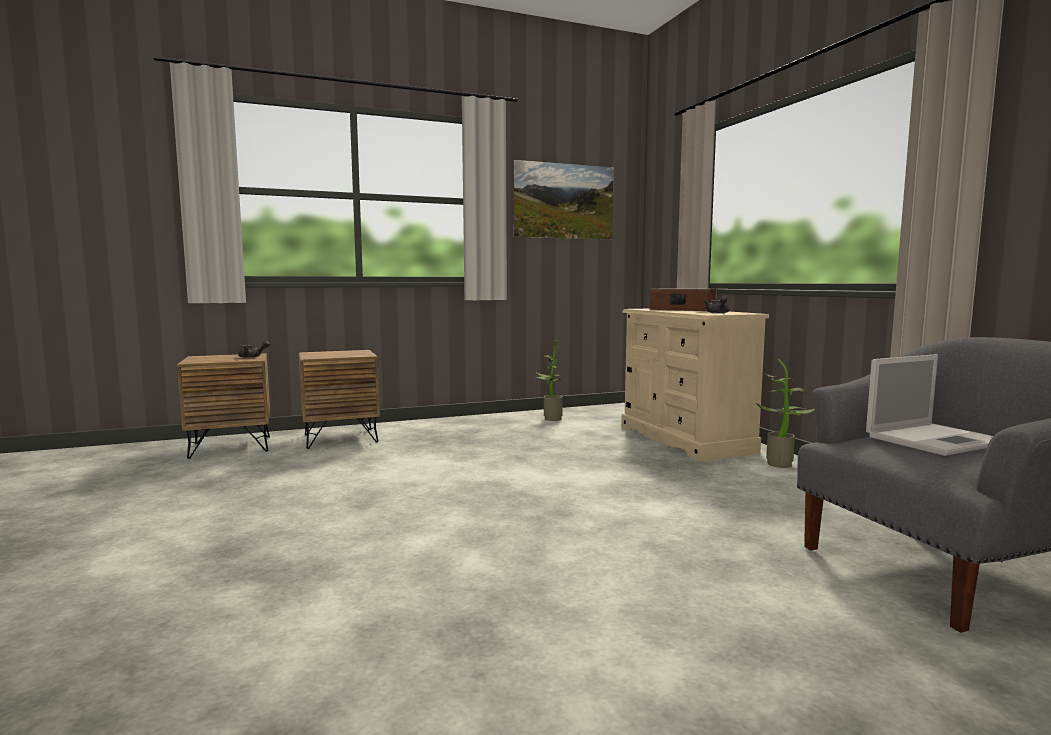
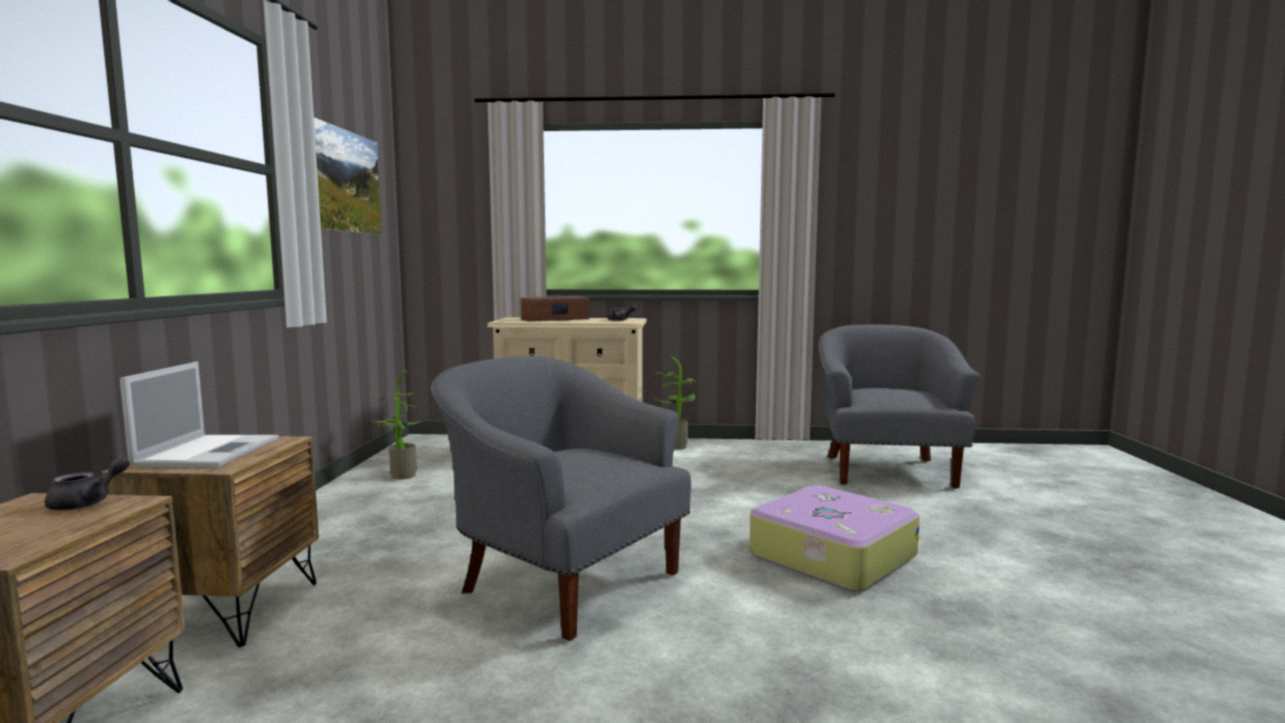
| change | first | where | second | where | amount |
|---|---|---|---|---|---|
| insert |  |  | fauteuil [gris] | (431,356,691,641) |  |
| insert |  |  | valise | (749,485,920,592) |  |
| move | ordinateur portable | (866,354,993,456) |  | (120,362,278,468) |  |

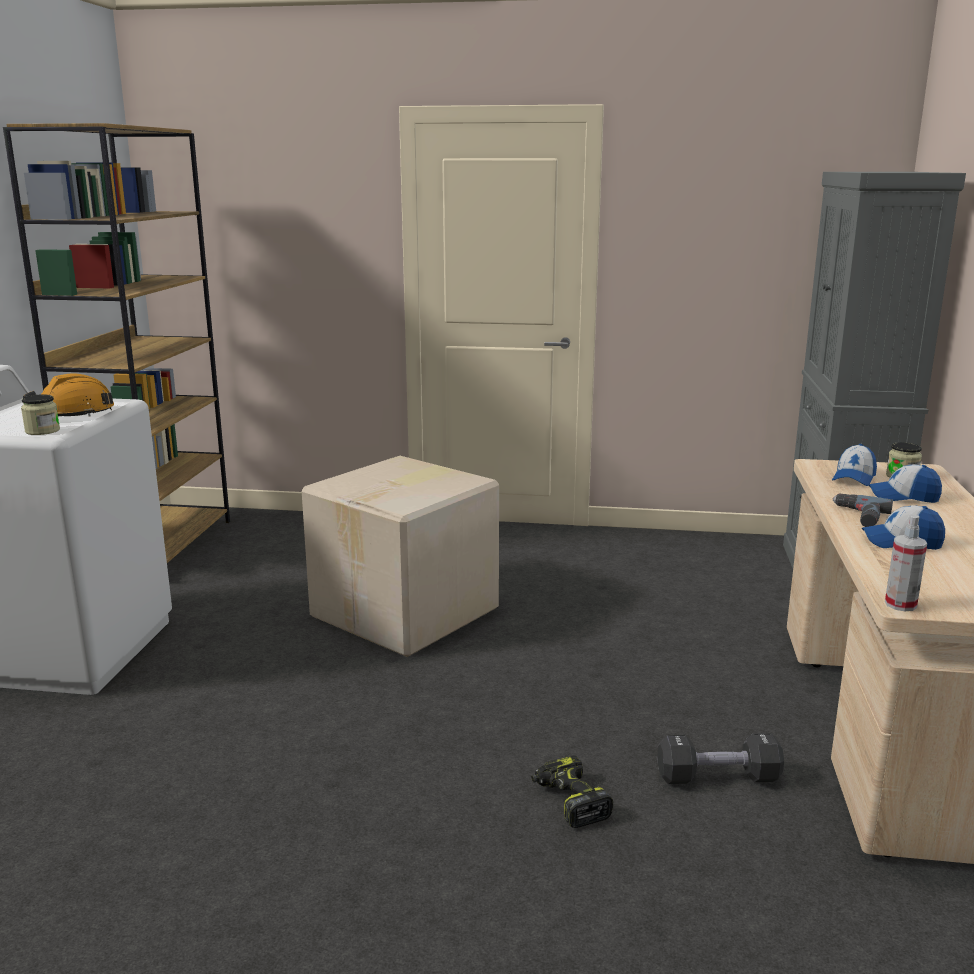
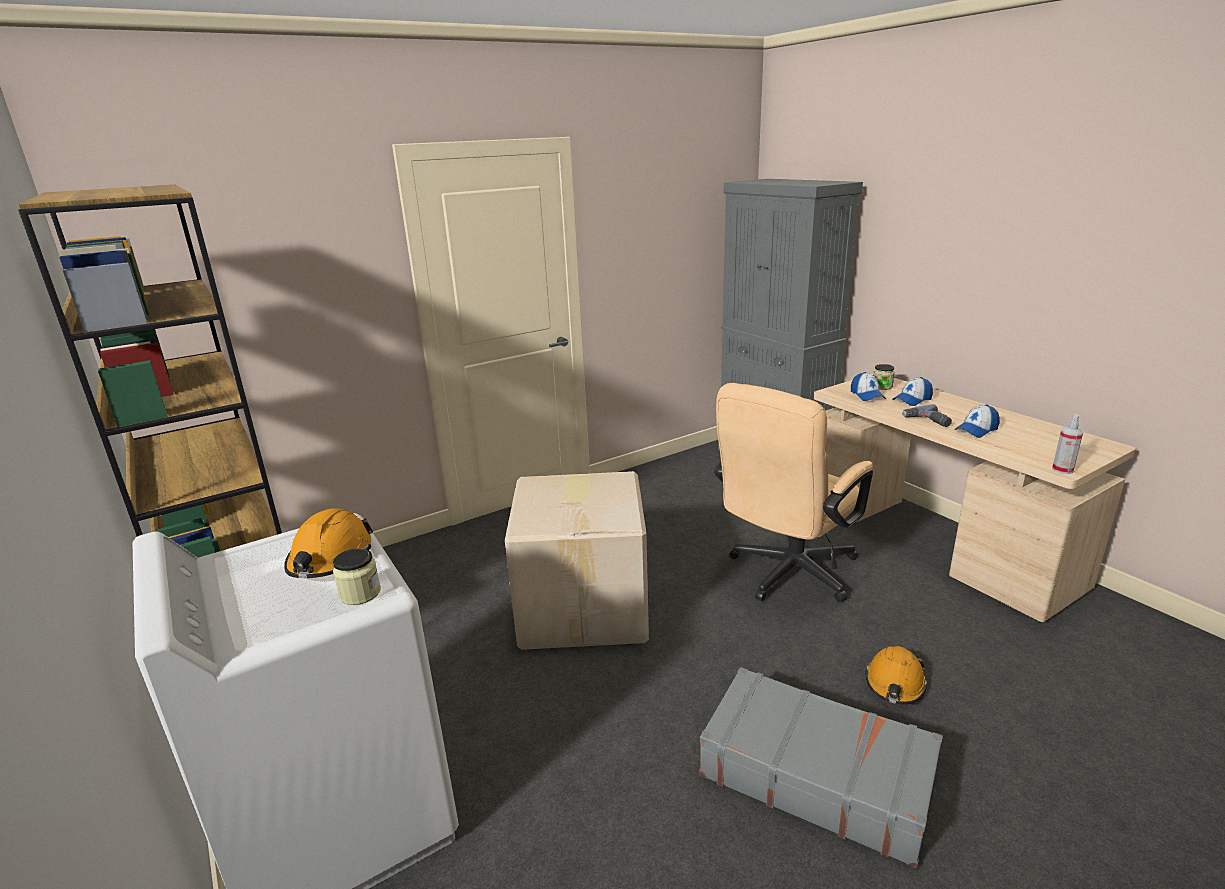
| change | first | where | second | where | amount |
|---|---|---|---|---|---|
| delete | haltère [noir] | (657,733,784,784) |  |  |  |
| insert |  |  | valise [gris] | (699,667,943,868) |  |
| insert |  |  | chaise de bureau [beige] | (714,383,873,602) |  |
| replace | perceuse | (531,756,613,828) | casque de chantier [orange] | (865,646,927,705) |  |

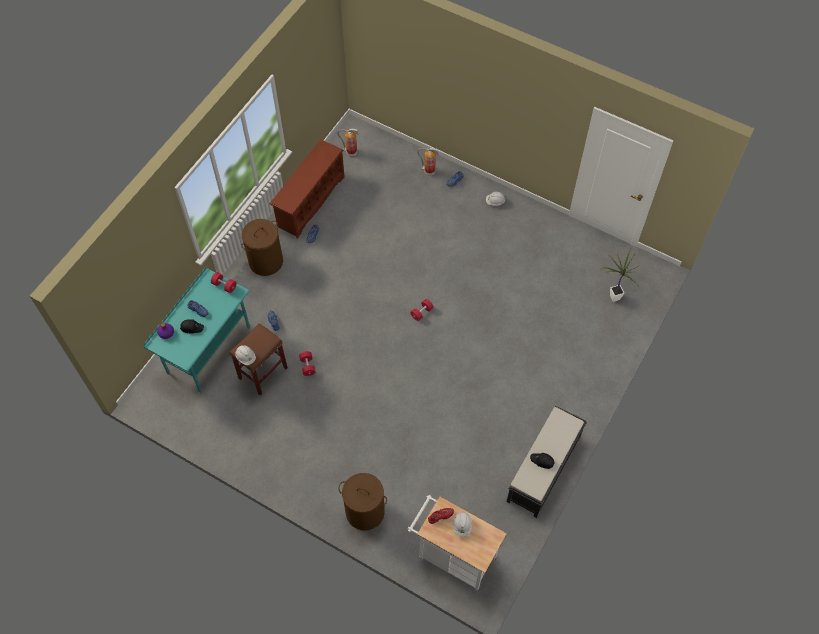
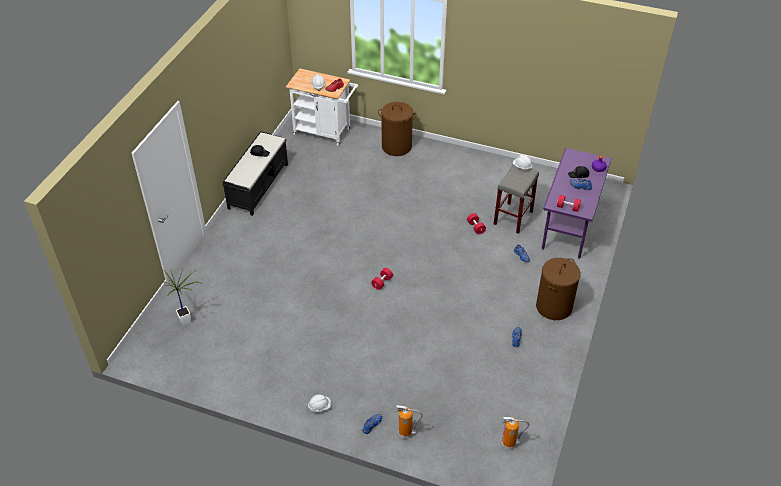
| change | first | where | second | where | amount |
|---|---|---|---|---|---|
| delete | étagère à chaussures [marron] | (270,140,345,239) |  |  |  |
| recolor | bureau [turquoise] | (143,266,250,392) | bureau [violet] | (542,148,612,259) |  |
| recolor | tabouret [marron] | (229,323,288,396) | tabouret [gris] | (494,164,539,234) |  |

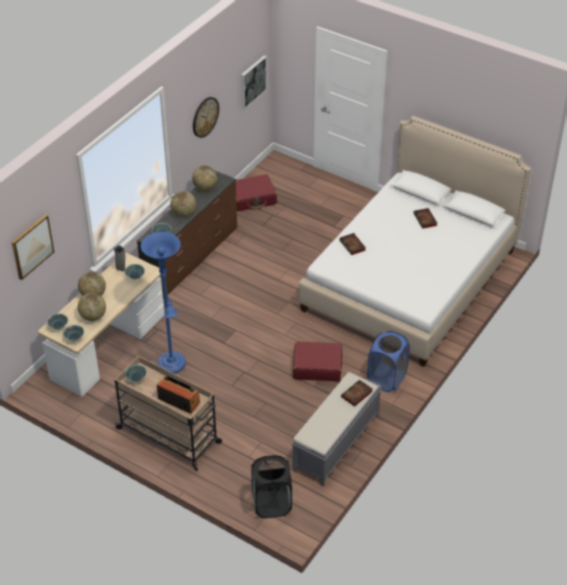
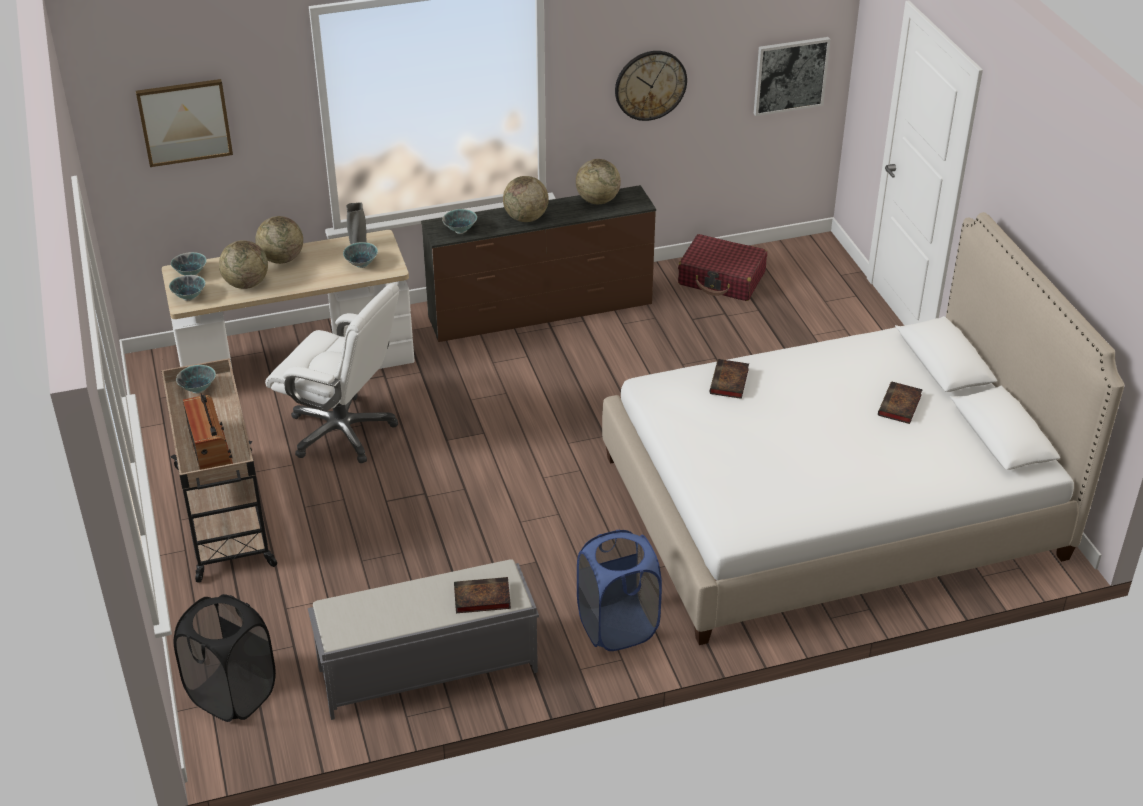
| change | first | where | second | where | amount |
|---|---|---|---|---|---|
| delete | valise [rouge] | (293,342,343,381) |  |  |  |
| replace | lampadaire [bleu] | (141,232,186,374) | chaise de bureau [blanc] | (265,283,399,463) |  |

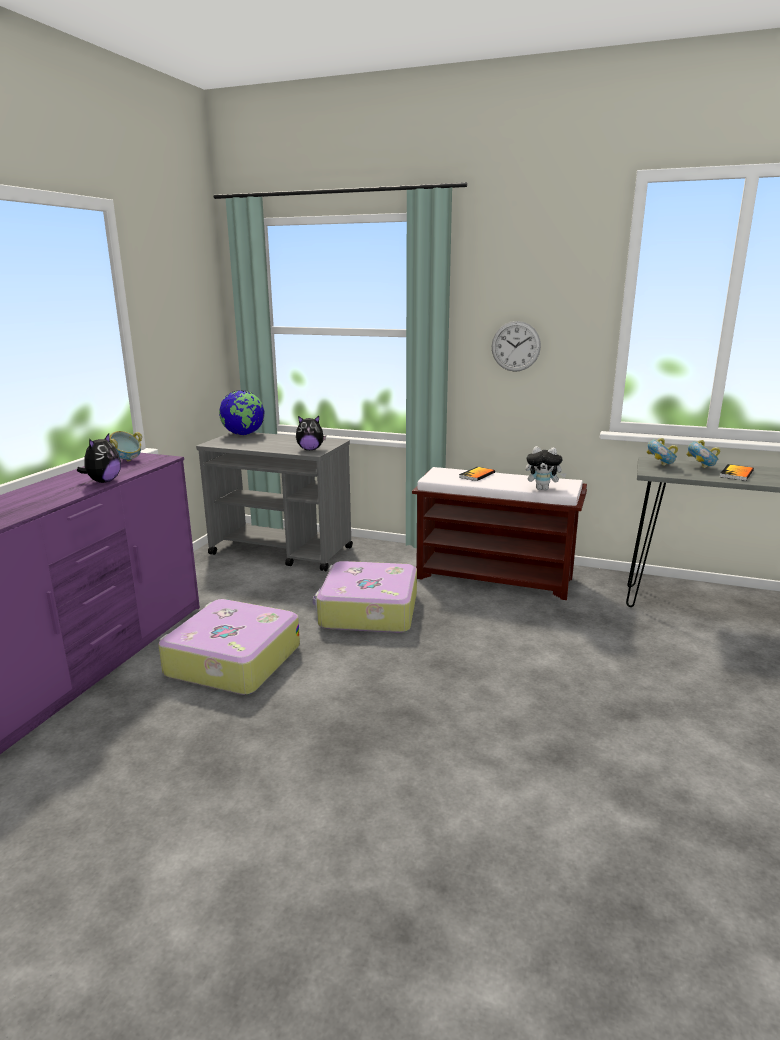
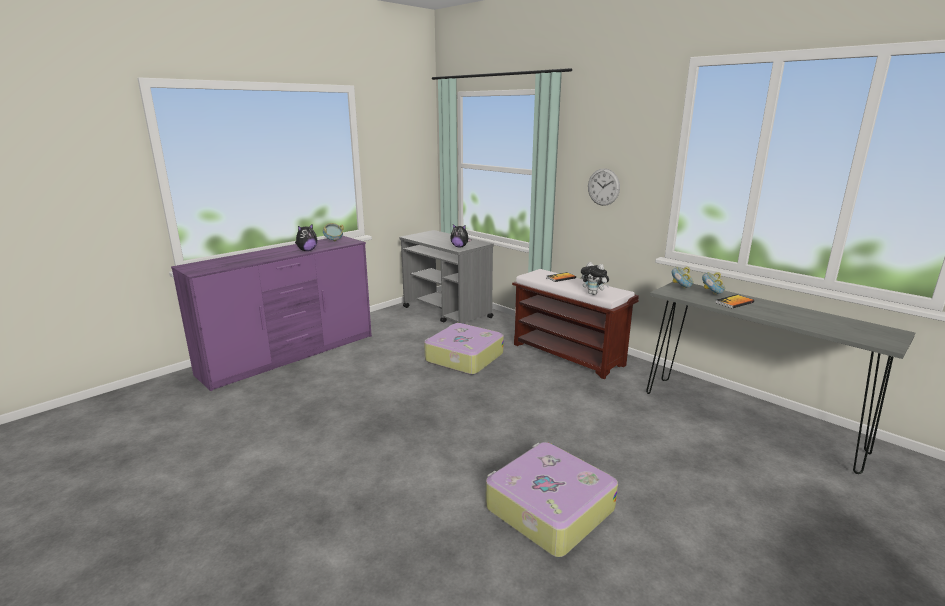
| change | first | where | second | where | amount |
|---|---|---|---|---|---|
| delete | globe | (219,390,264,435) |  |  |  |
| move | valise | (159,599,300,695) |  | (486,442,618,557) |  |

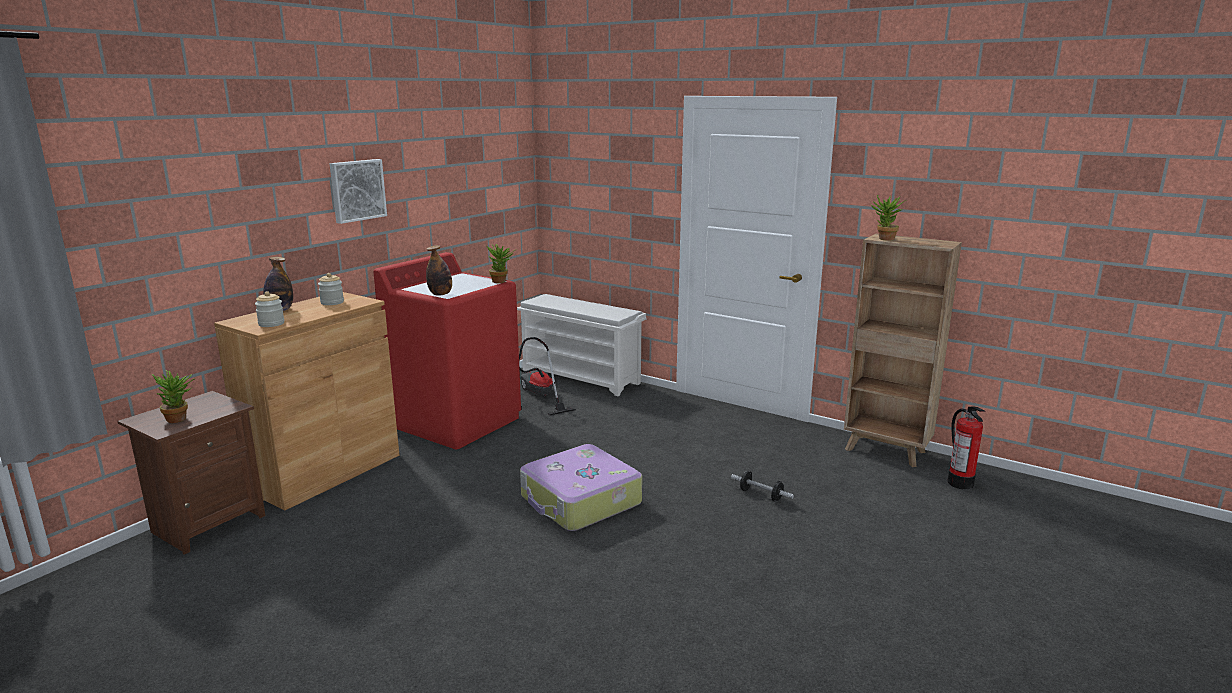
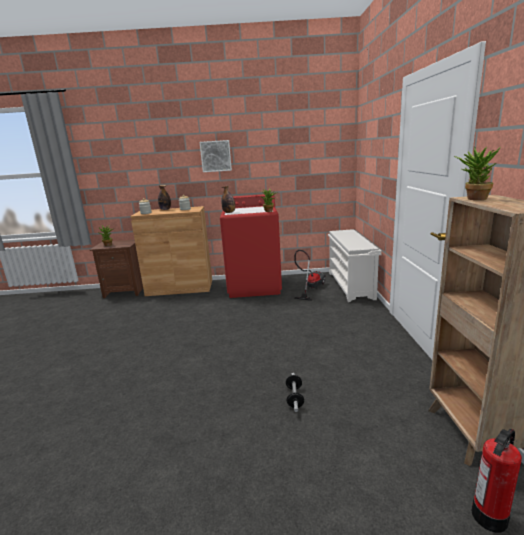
| change | first | where | second | where | amount |
|---|---|---|---|---|---|
| delete | valise | (520,444,642,531) |  |  |  |

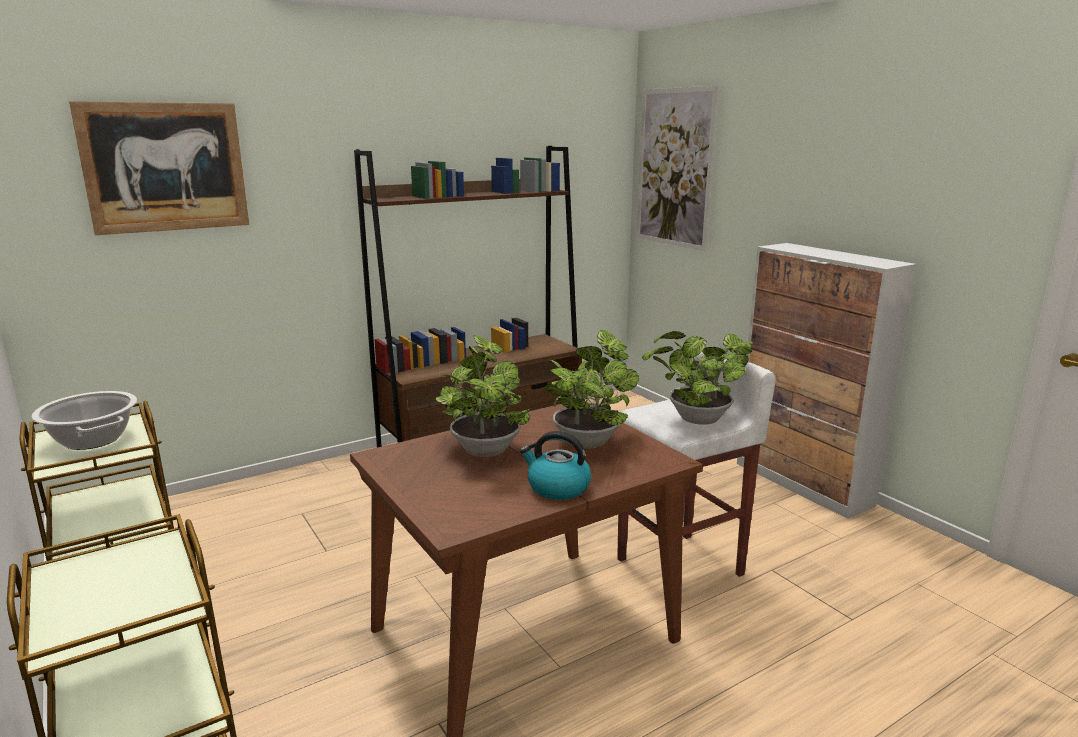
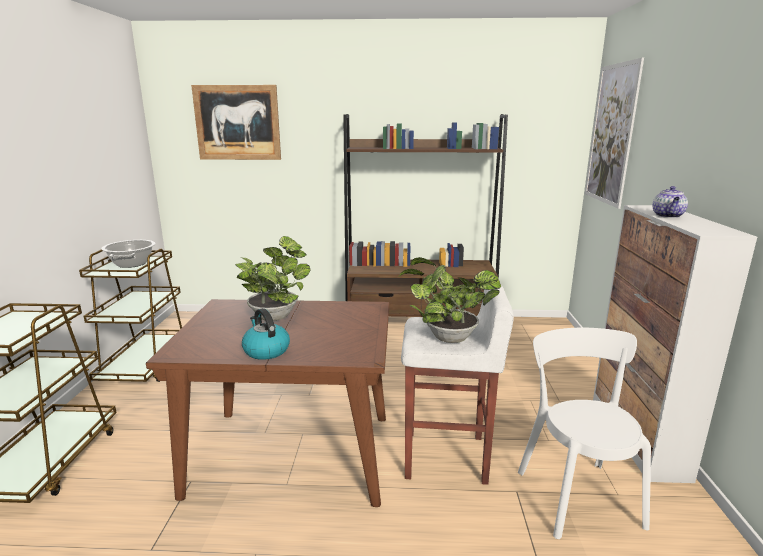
| change | first | where | second | where | amount |
|---|---|---|---|---|---|
| delete | plante en pot | (544,330,639,449) |  |  |  |
| insert |  |  | chaise [blanc] | (518,328,651,539) |  |
| insert |  |  | théière | (653,186,688,218) |  |

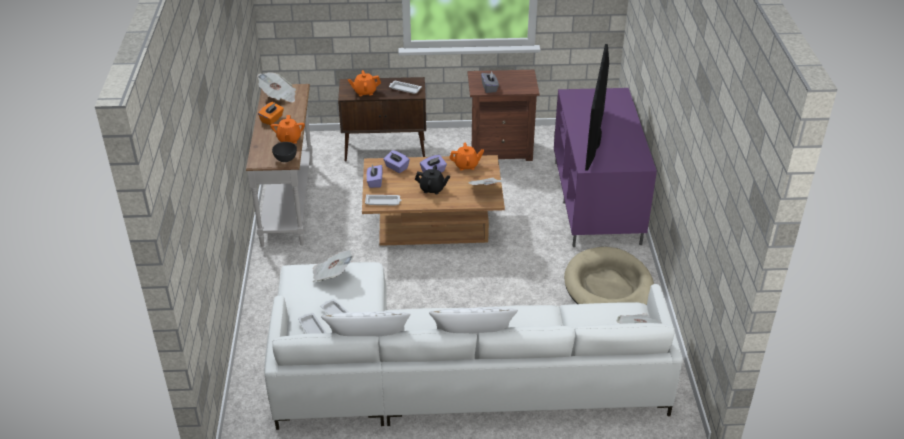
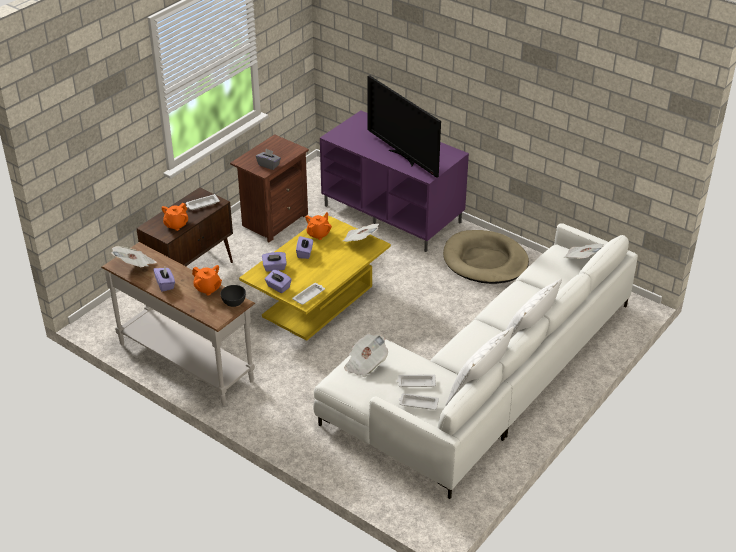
| change | first | where | second | where | amount |
|---|---|---|---|---|---|
| delete | théière [noir] | (415,165,450,194) |  |  |  |
| recolor | boîte à mouchoirs [orange] | (258,102,284,125) | boîte à mouchoirs [violet] | (153,267,175,292) |  |
| recolor | table basse [marron] | (362,155,505,246) | table basse [jaune] | (239,215,391,341) |  |

